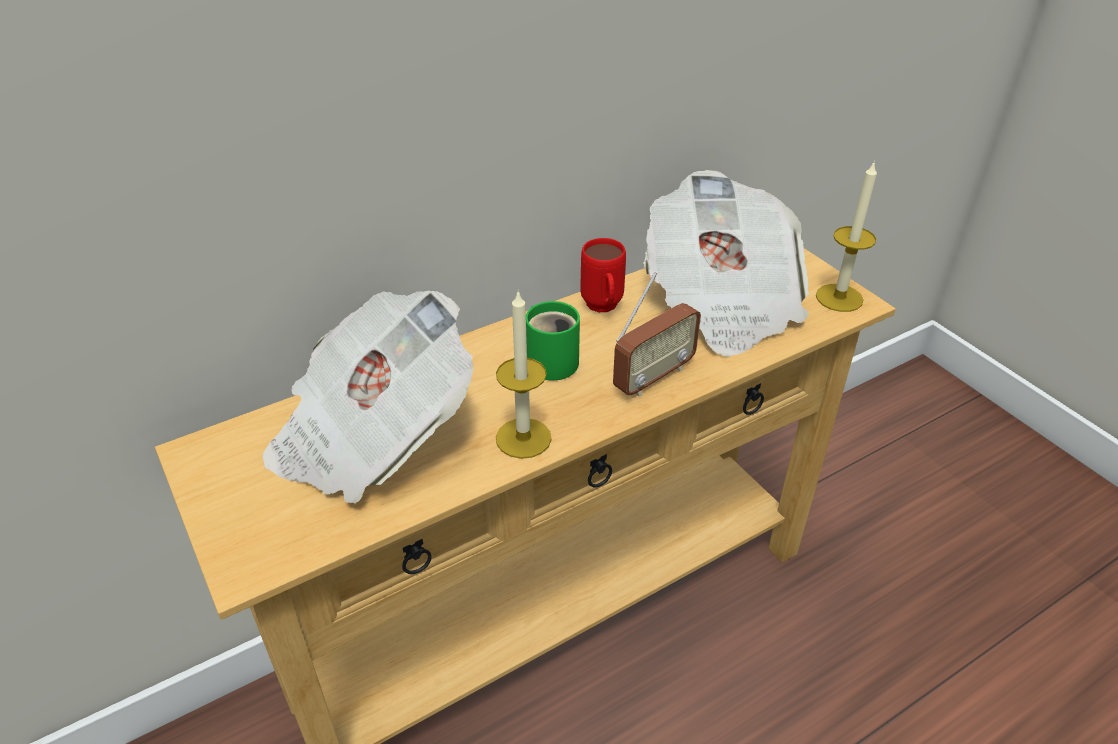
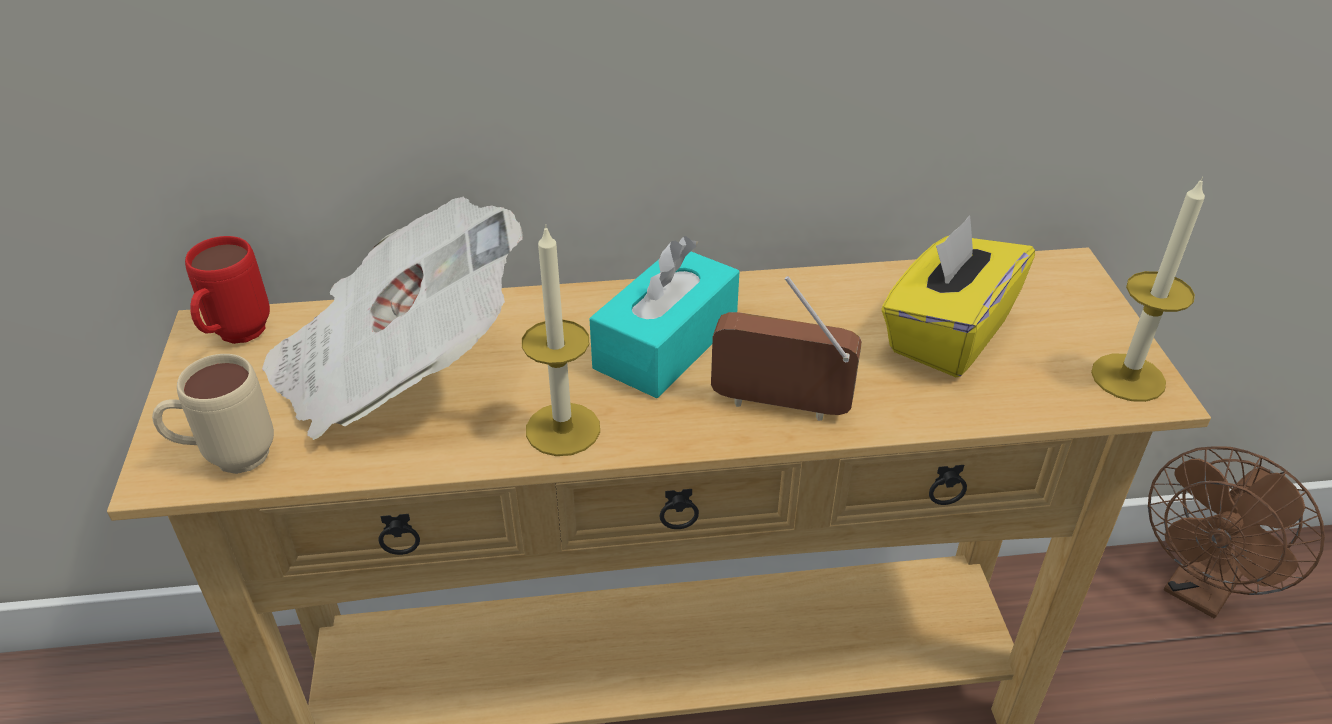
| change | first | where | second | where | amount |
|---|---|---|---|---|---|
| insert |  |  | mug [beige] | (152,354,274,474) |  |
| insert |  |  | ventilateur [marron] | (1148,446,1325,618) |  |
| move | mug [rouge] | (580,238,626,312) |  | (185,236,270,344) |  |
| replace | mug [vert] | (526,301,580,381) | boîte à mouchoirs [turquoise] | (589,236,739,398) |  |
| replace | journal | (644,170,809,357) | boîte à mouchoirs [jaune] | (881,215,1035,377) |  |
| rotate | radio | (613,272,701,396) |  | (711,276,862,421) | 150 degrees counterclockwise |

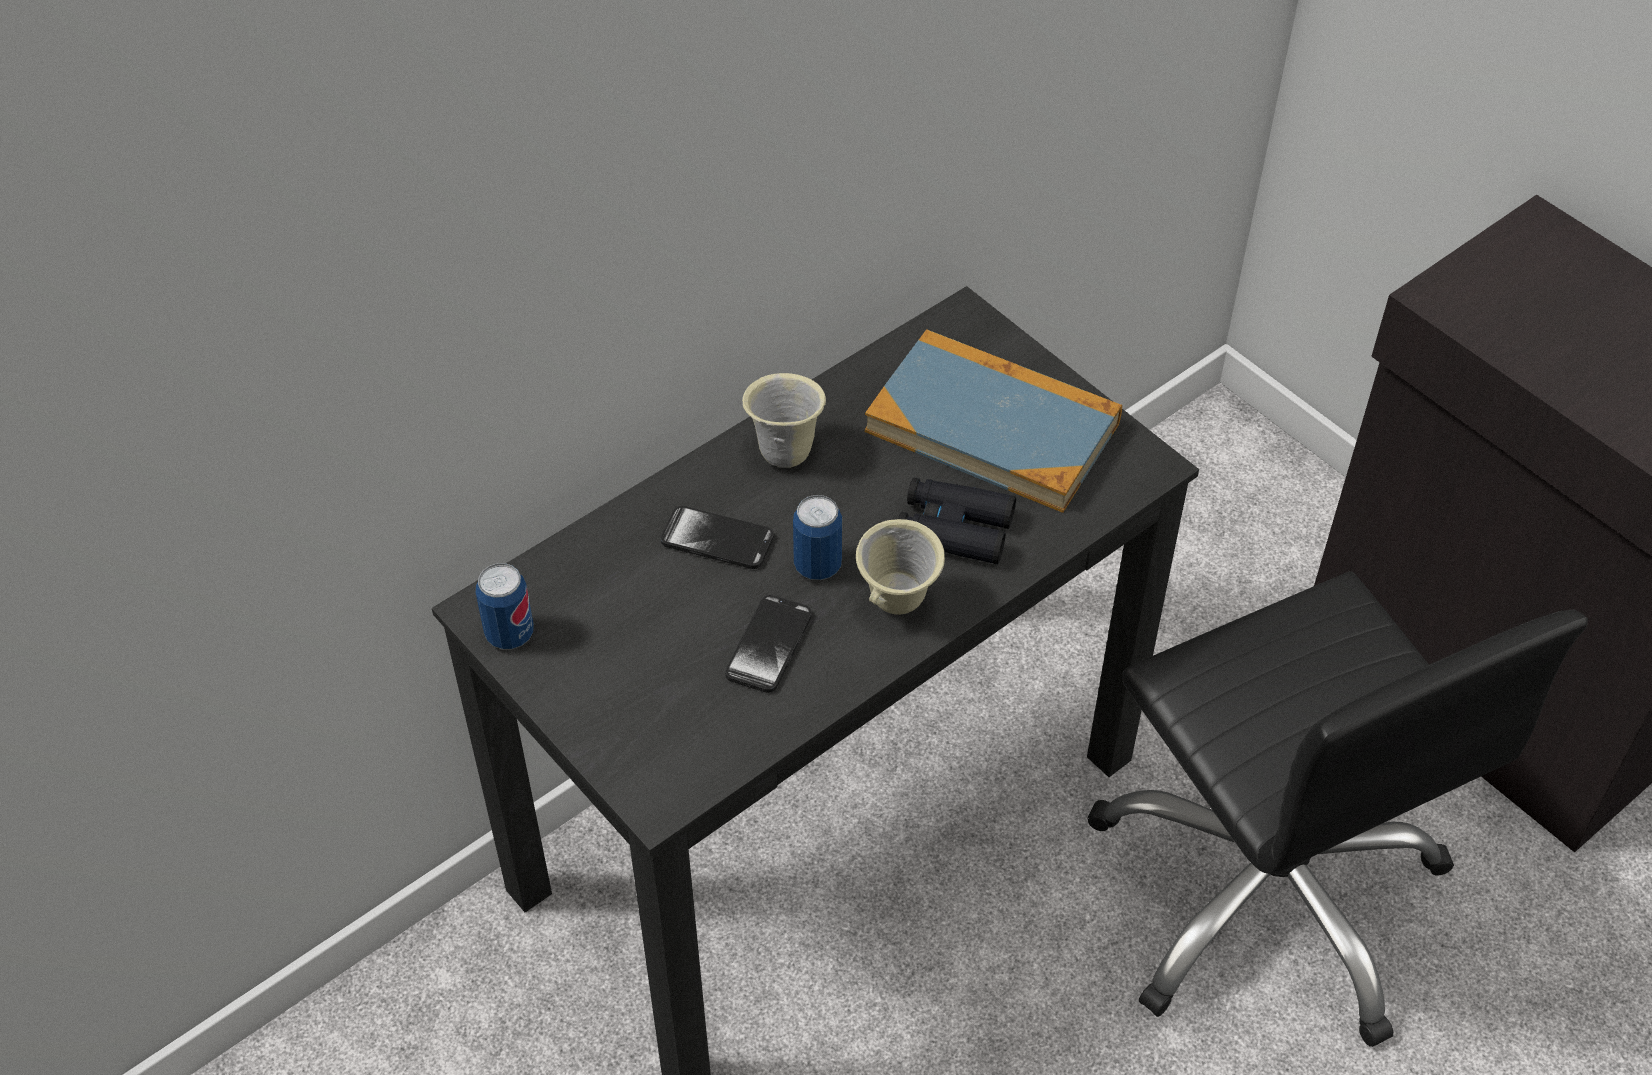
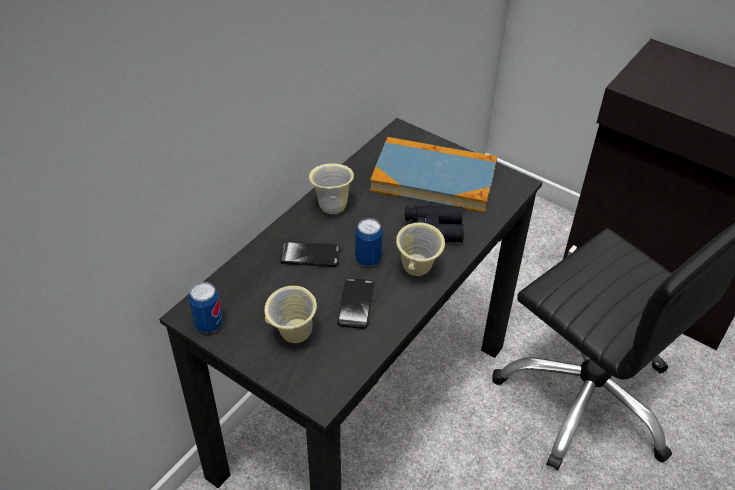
| change | first | where | second | where | amount |
|---|---|---|---|---|---|
| insert |  |  | mug [beige] | (264,286,317,343) |  |

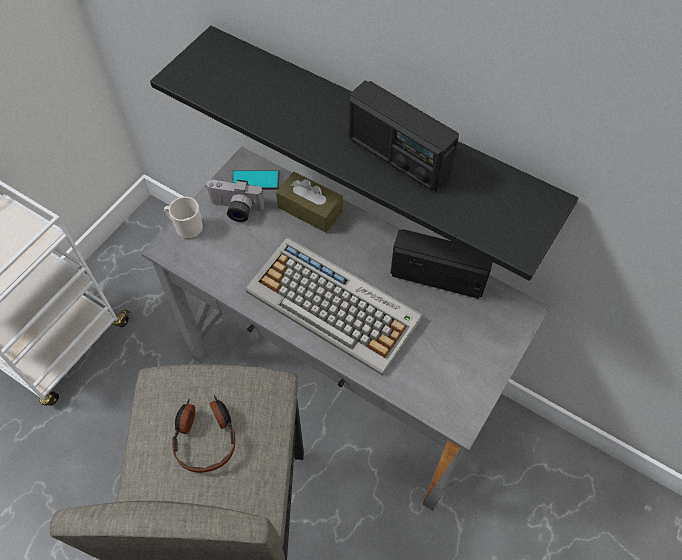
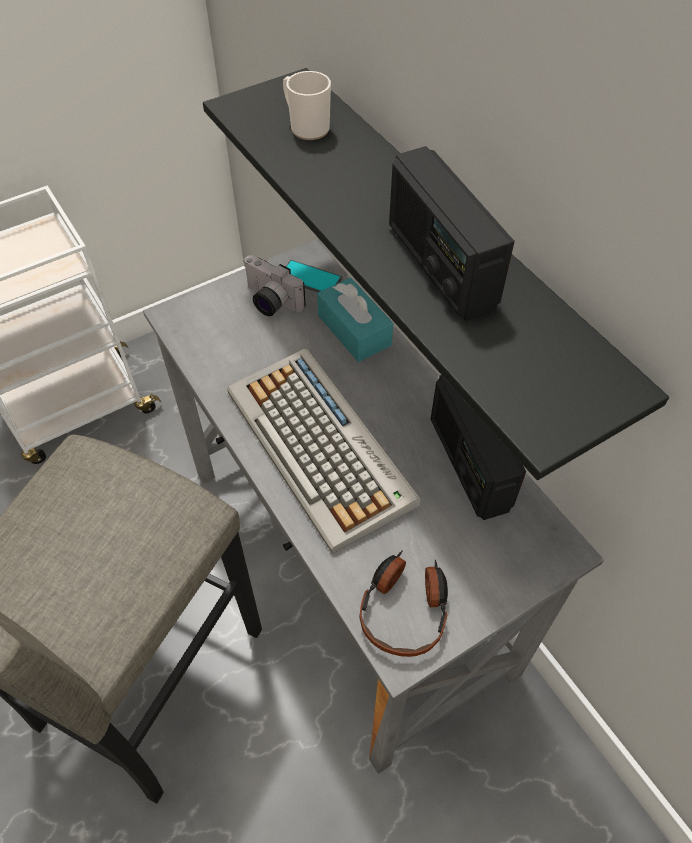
| change | first | where | second | where | amount |
|---|---|---|---|---|---|
| move | mug | (164,197,203,239) |  | (283,71,331,140) |  |
| move | casque audio | (172,395,235,473) |  | (360,551,448,657) |  |
| recolor | boîte à mouchoirs [marron] | (276,172,343,233) | boîte à mouchoirs [turquoise] | (317,278,393,362) |  |
| rotate | radio | (391,229,493,299) |  | (431,375,526,520) | 150 degrees counterclockwise |

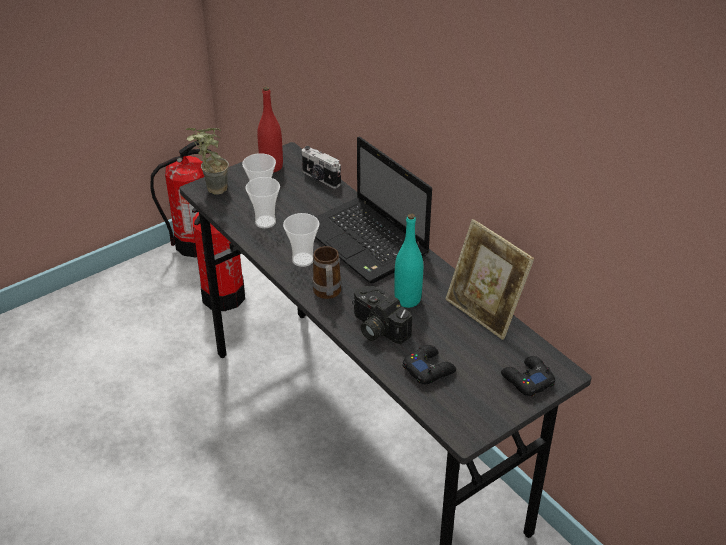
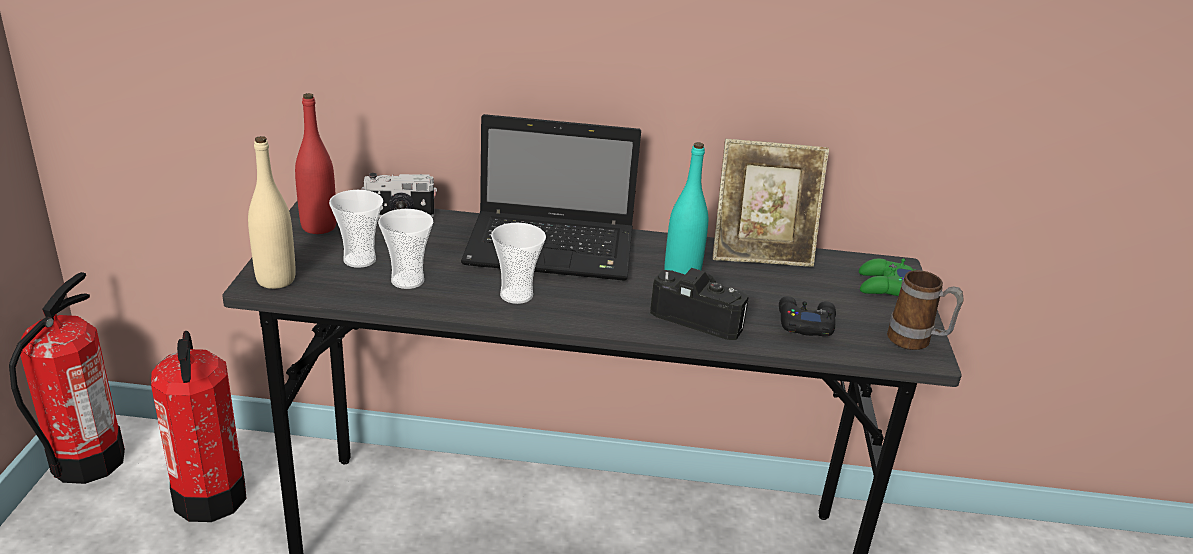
| change | first | where | second | where | amount |
|---|---|---|---|---|---|
| move | mug | (313,246,341,299) |  | (887,270,964,350) |  |
| replace | plante en pot | (186,128,229,195) | bouteille [beige] | (248,136,296,289) |  |
| recolor | manette [noir] | (501,356,555,396) | manette [vert] | (859,258,915,296) |  |
| rotate | appareil photo | (352,286,412,344) |  | (650,268,749,340) | 150 degrees counterclockwise |

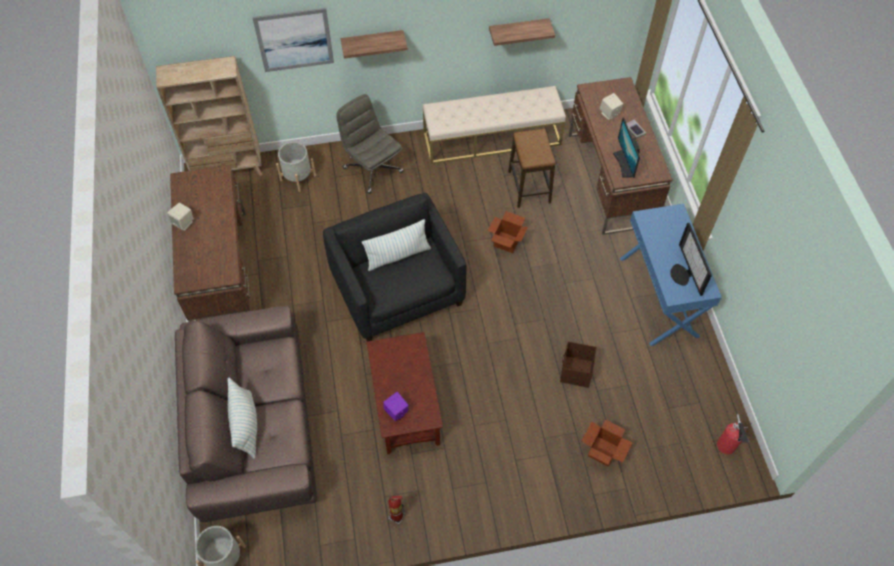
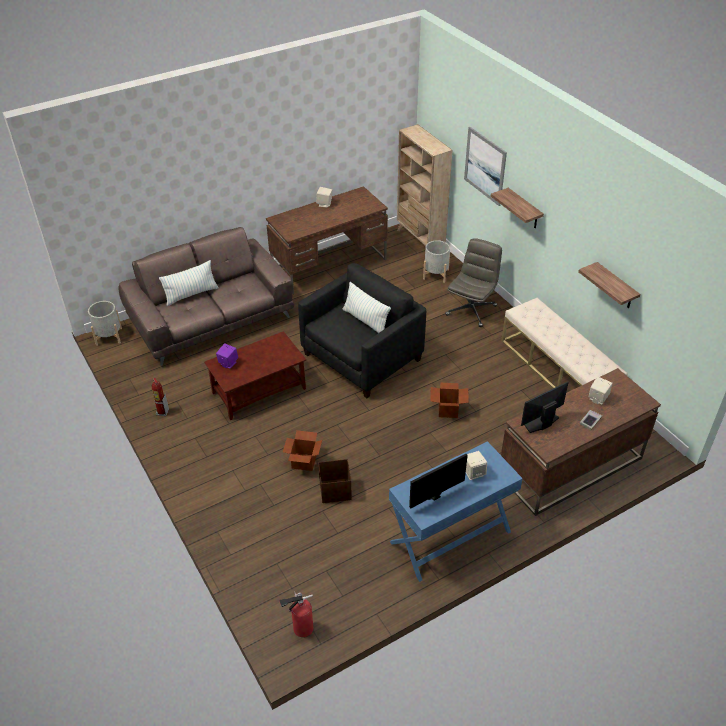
| change | first | where | second | where | amount |
|---|---|---|---|---|---|
| delete | tabouret | (508,129,556,208) |  |  |  |
| insert |  |  | enceinte [beige] | (466,451,487,480) |  |
| move | carton | (582,420,633,467) |  | (283,430,322,471) |  |

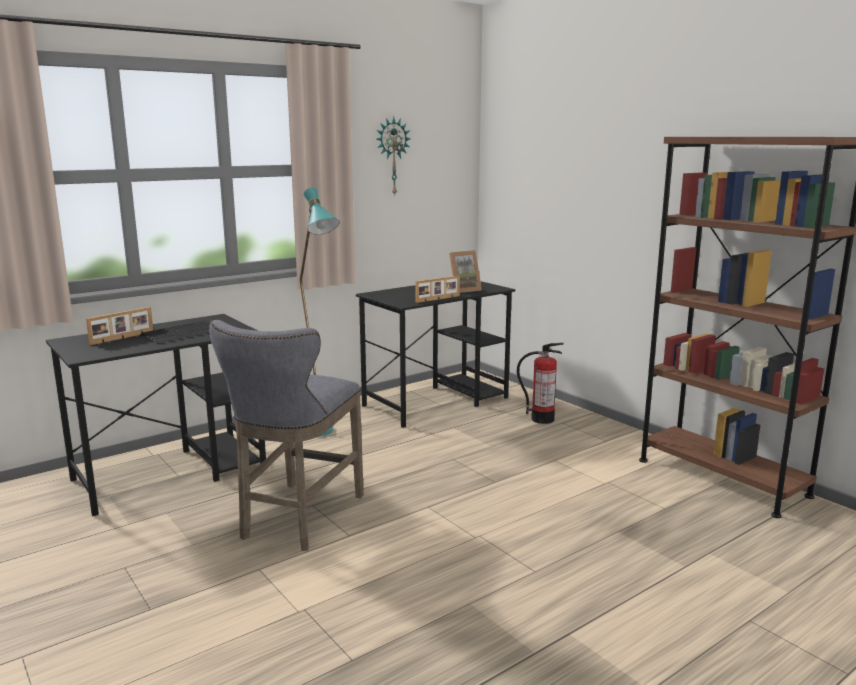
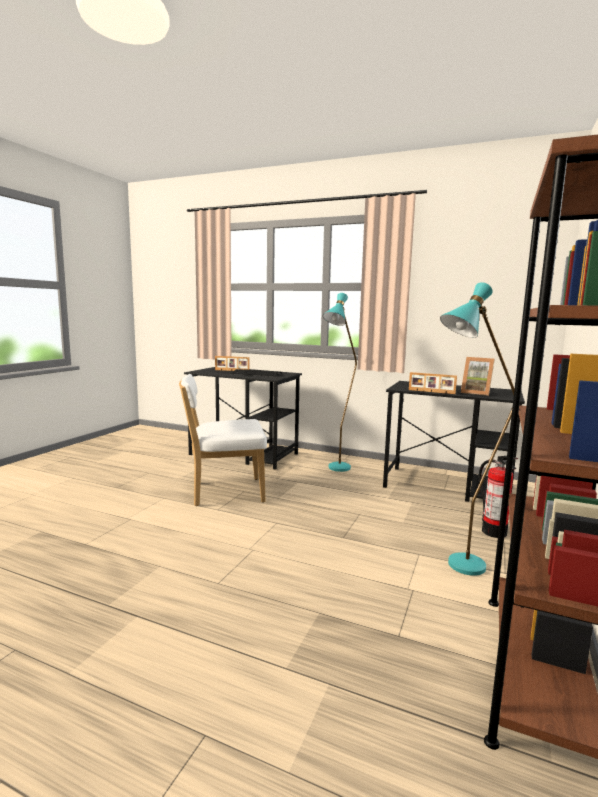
| change | first | where | second | where | amount |
|---|---|---|---|---|---|
| delete | horloge murale | (376,117,410,196) |  |  |  |
| insert |  |  | lampadaire [turquoise] | (440,282,515,576) |  |
| replace | tabouret [gris] | (209,320,364,551) | chaise [blanc] | (179,374,267,506) |  |

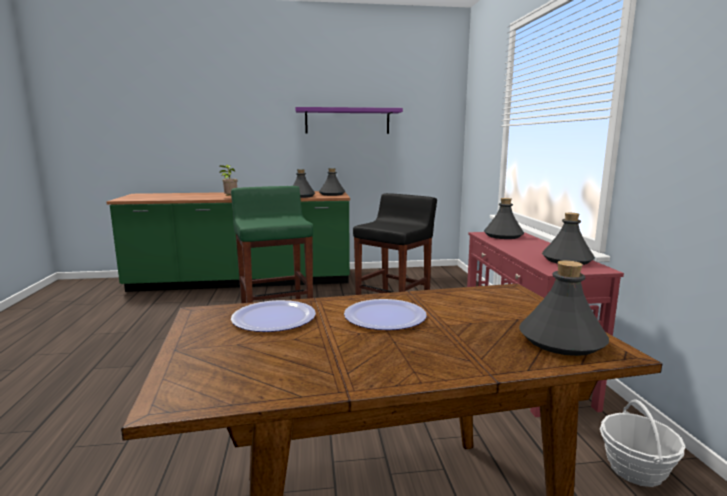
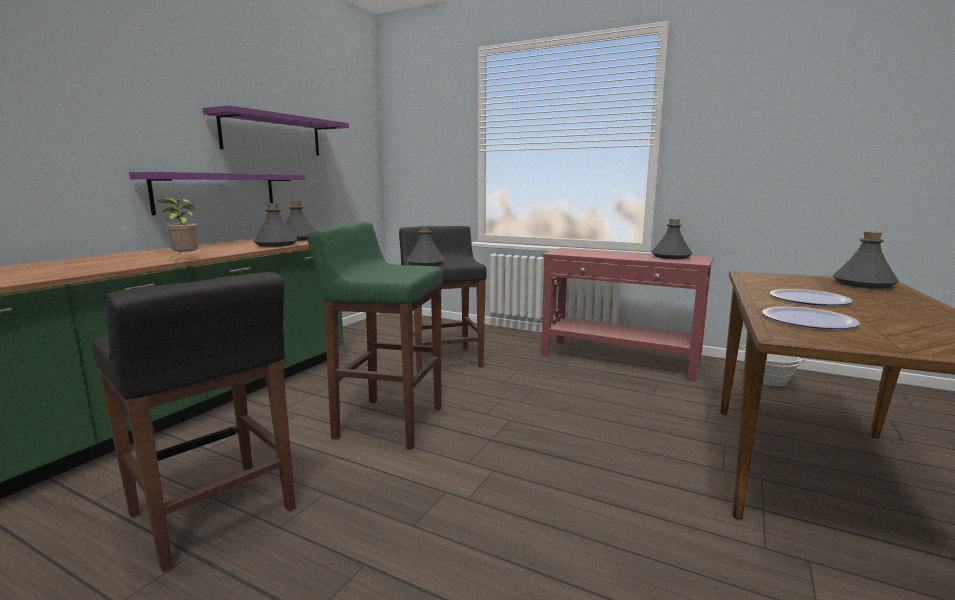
| change | first | where | second | where | amount |
|---|---|---|---|---|---|
| insert |  |  | tabouret [noir] | (92,272,296,572) |  |
| insert |  |  | étagère [violet] | (129,172,305,215) |  |
| move | bouteille [gris] | (484,198,524,239) |  | (406,226,445,266) |  |

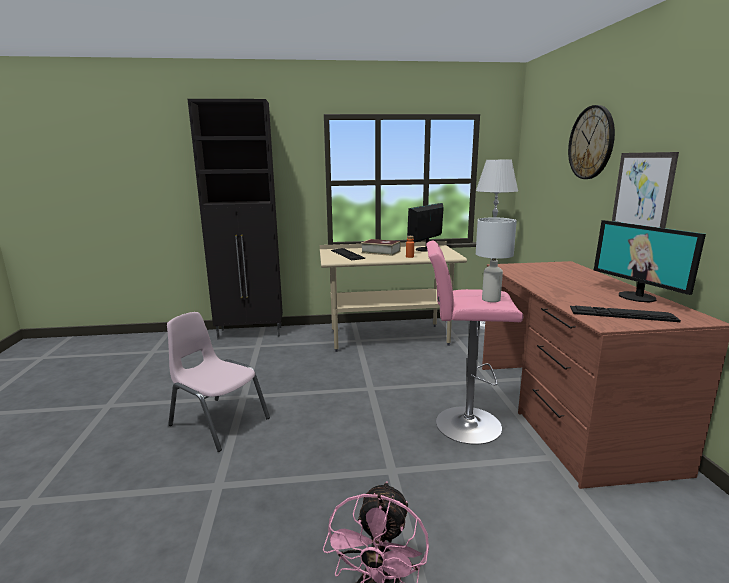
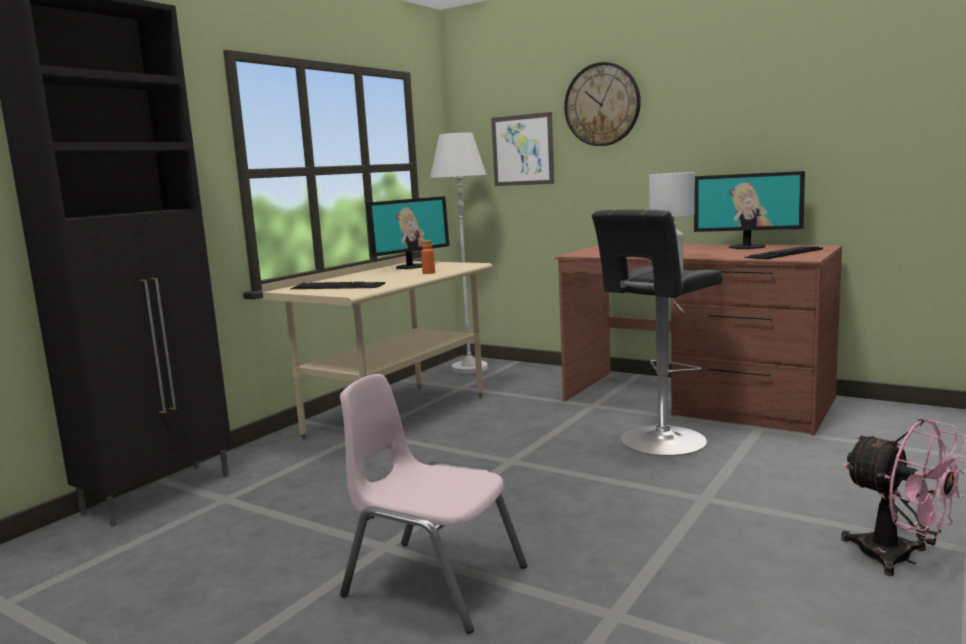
| change | first | where | second | where | amount |
|---|---|---|---|---|---|
| delete | livre | (361,239,401,256) |  |  |  |
| move | tableau | (612,152,679,228) |  | (491,112,554,186) |  |
| recolor | tabouret [rose] | (426,241,524,445) | tabouret [noir] | (592,209,723,456) |  |
| rotate | chaise [rose] | (167,312,270,452) |  | (340,374,527,634) | 45 degrees clockwise |
| rotate | écran d'ordinateur | (407,203,444,252) |  | (366,196,449,269) | 120 degrees counterclockwise |

